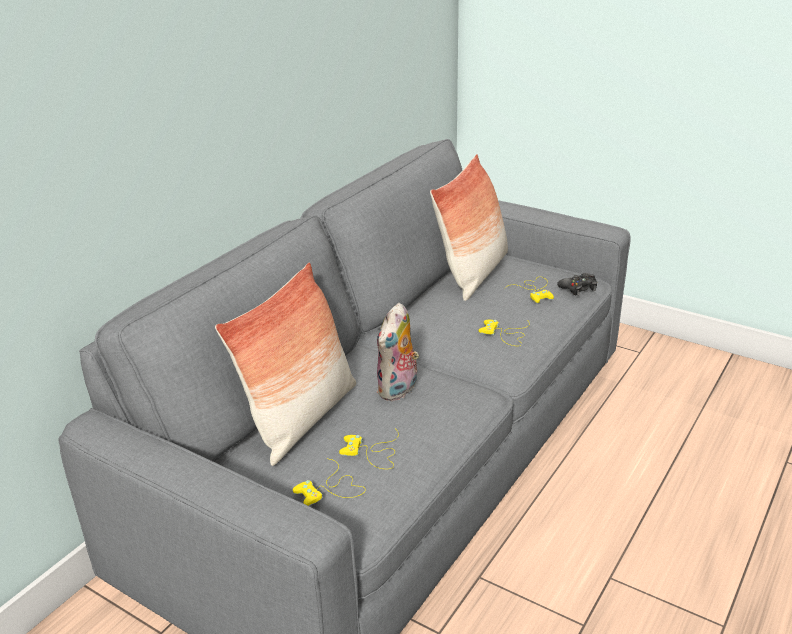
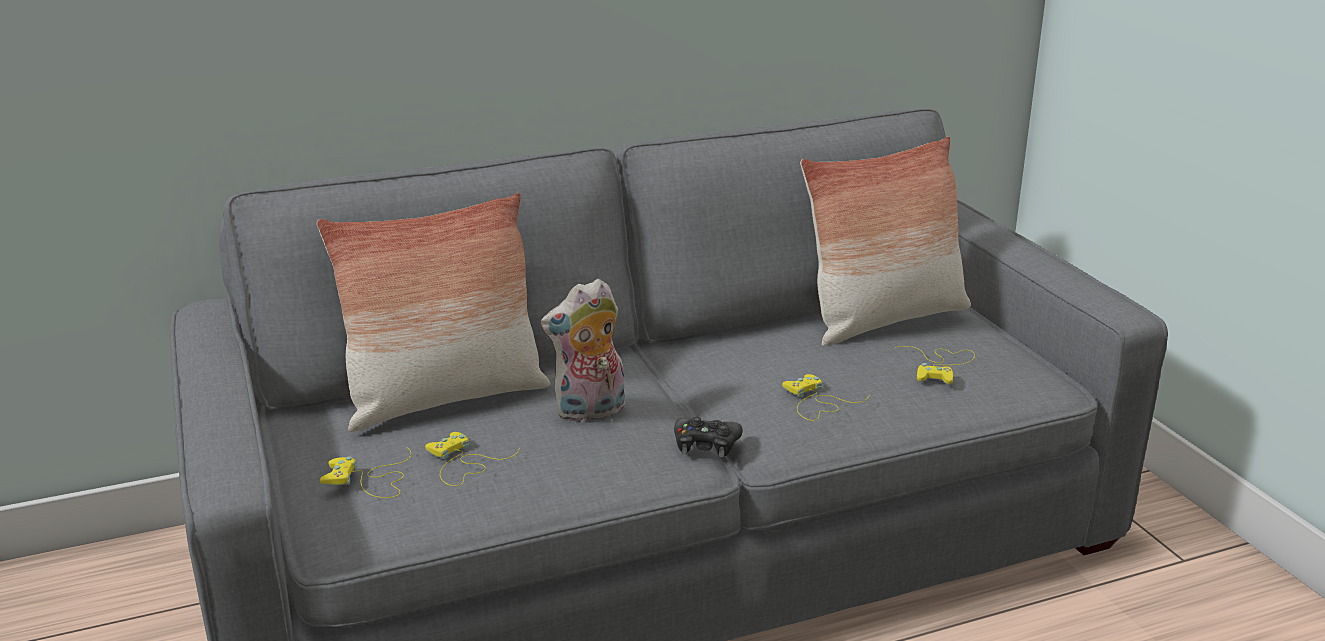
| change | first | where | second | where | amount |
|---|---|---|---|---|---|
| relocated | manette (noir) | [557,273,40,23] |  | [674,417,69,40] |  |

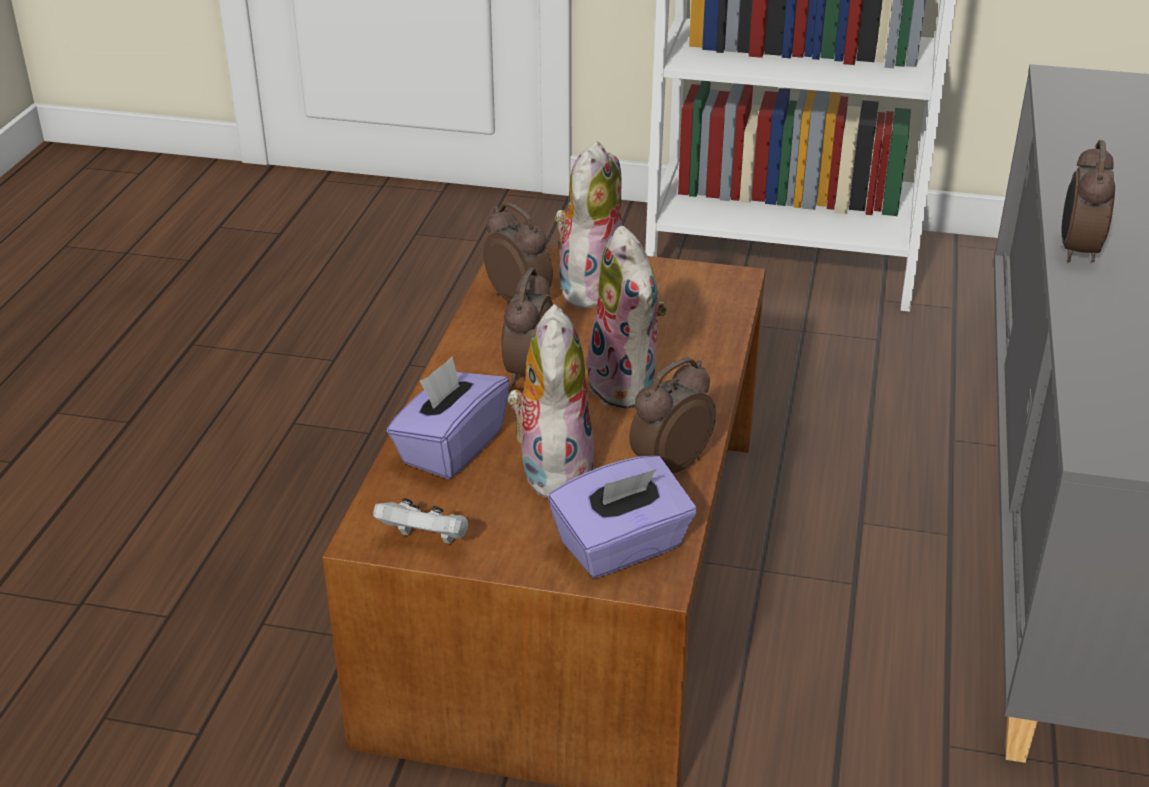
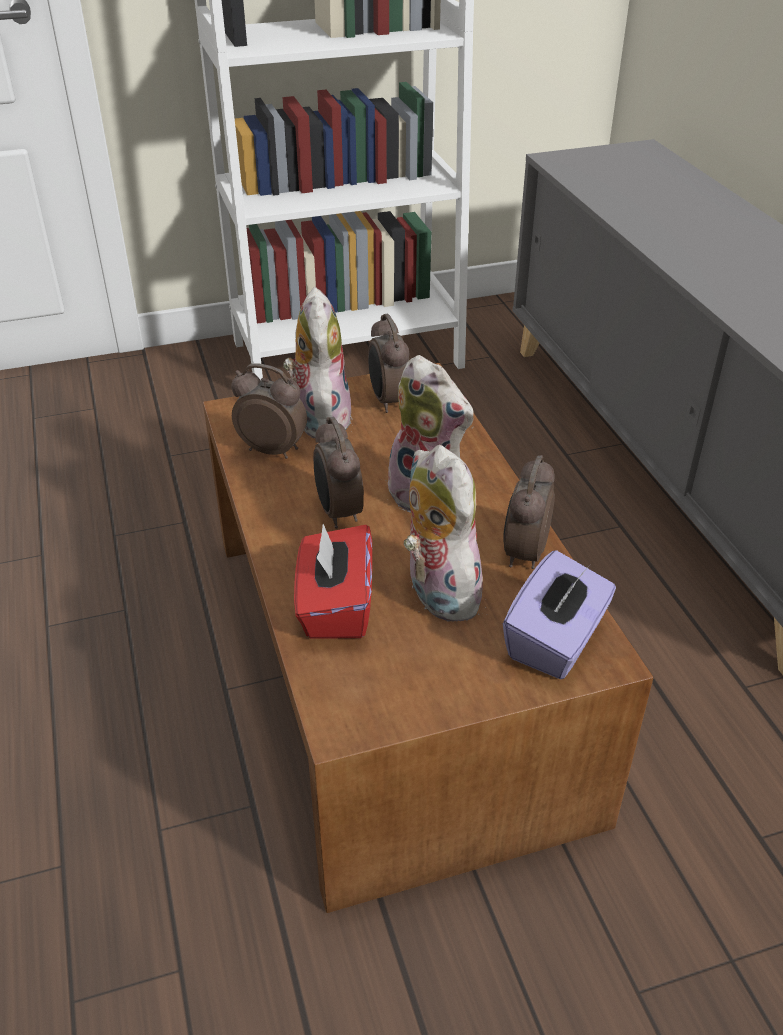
| change | first | where | second | where | amount |
|---|---|---|---|---|---|
| missing | manette (blanc) | [373,498,95,46] |  |  |  |
| relocated | réveil | [1061,140,54,123] |  | [368,313,41,100] |  |
| colour | boîte à mouchoirs (violet) | [387,357,123,122] | boîte à mouchoirs (rouge) | [294,524,78,115] |  |

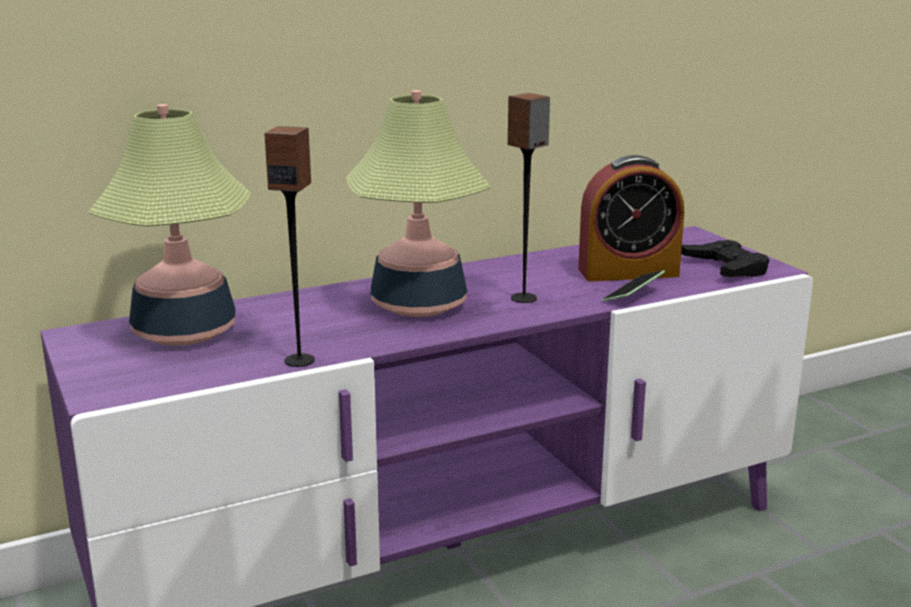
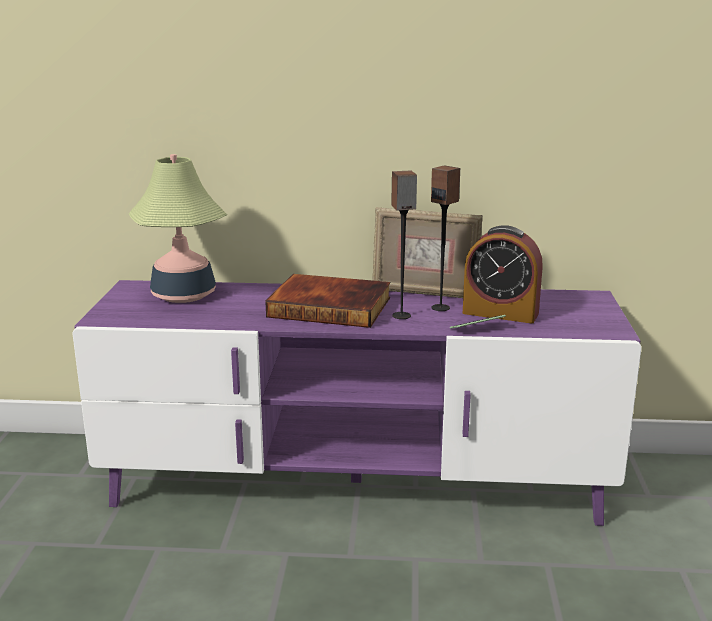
| change | first | where | second | where | amount |
|---|---|---|---|---|---|
| missing | manette (noir) | [681,240,88,37] |  |  |  |
| appeared |  |  | cadre photo | [372,207,111,91] |  |
| relocated | enceinte | [265,126,50,241] |  | [431,165,29,146] |  |
| exchanged | lampe de table | [346,90,145,227] | livre | [265,274,125,54] |  |

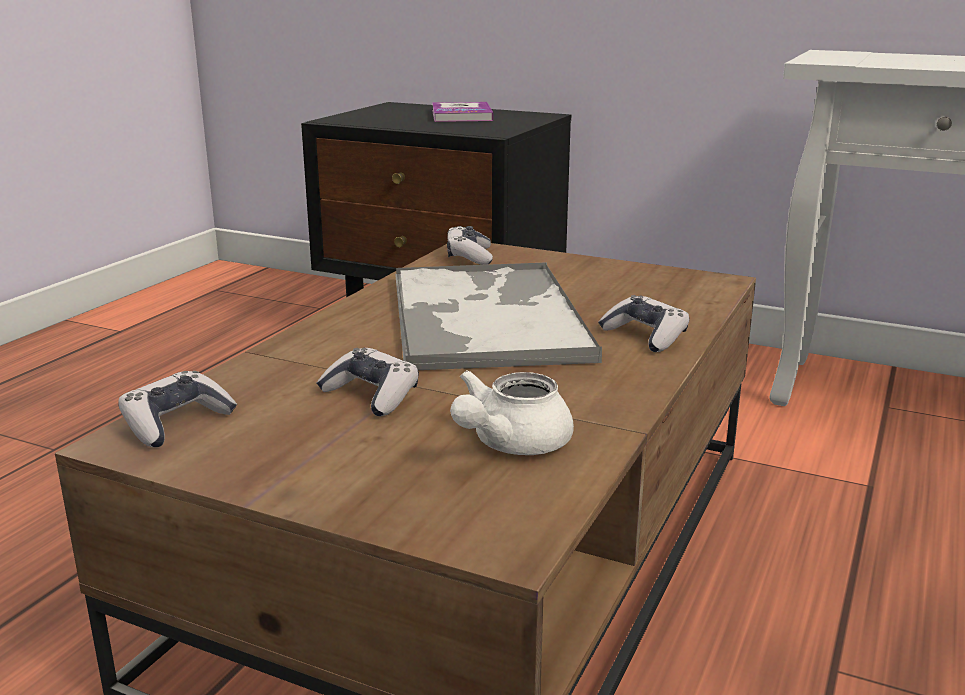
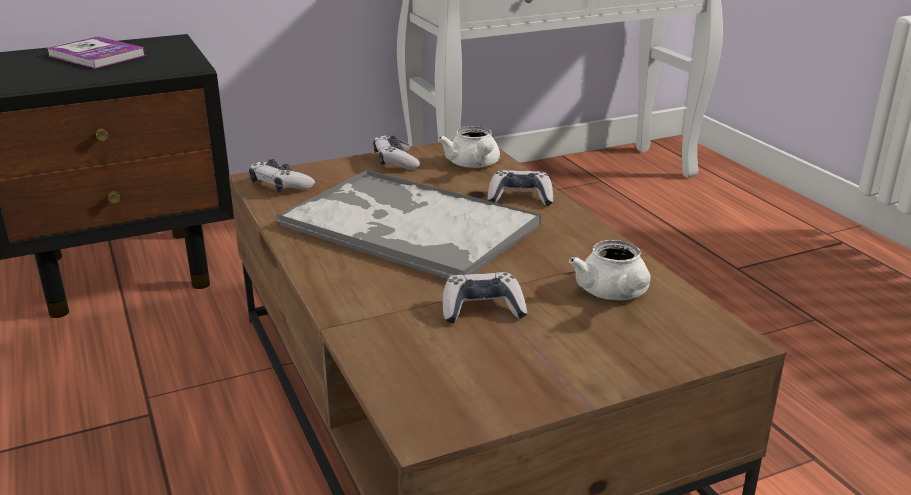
| change | first | where | second | where | amount |
|---|---|---|---|---|---|
| appeared |  |  | théière (blanc) | [438,126,62,42] |  |
| relocated | manette | [118,371,119,77] |  | [373,135,47,35] |  |

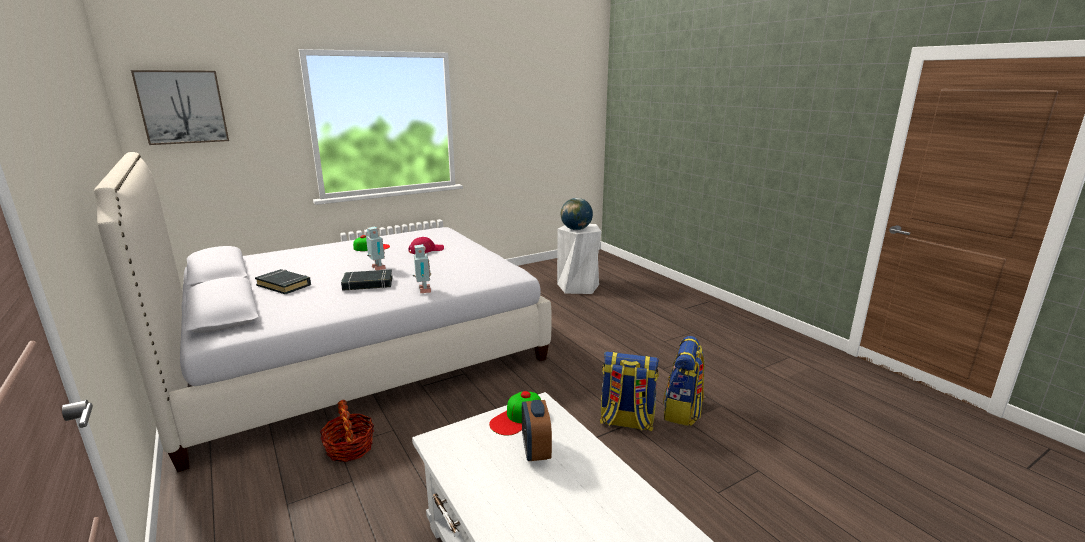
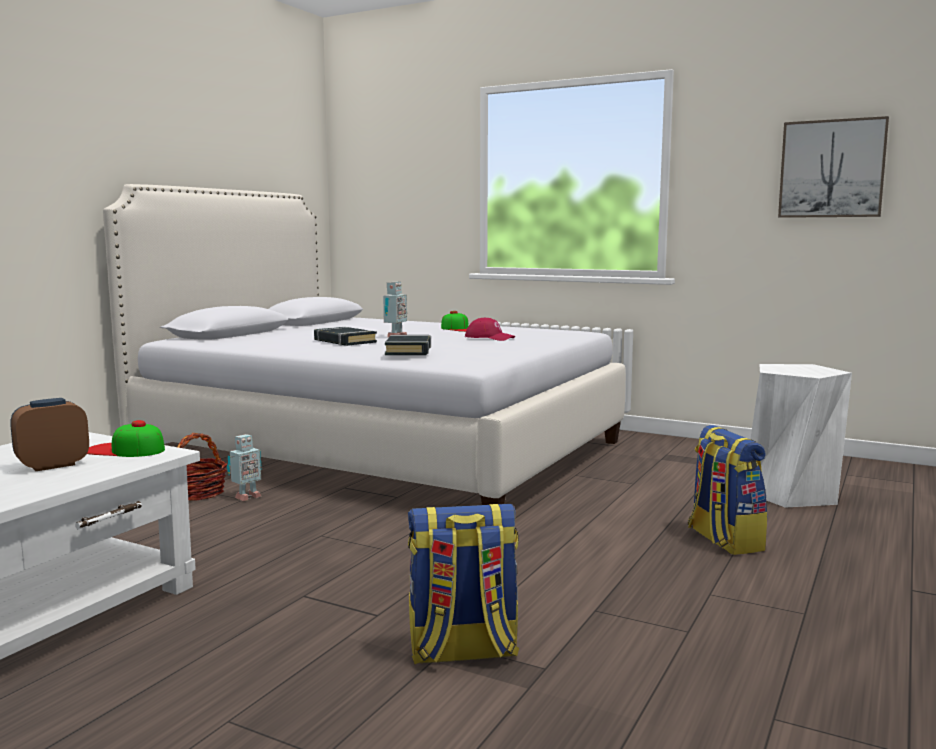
| change | first | where | second | where | amount |
|---|---|---|---|---|---|
| missing | globe | [561,198,32,32] |  |  |  |
| relocated | tableau | [131,70,98,75] |  | [778,116,111,102] |  |
| relocated | livre (noir) | [255,269,56,25] |  | [385,335,46,20] |  |
| relocated | robot jouet | [413,244,18,49] |  | [227,434,35,67] |  |
| relocated | sac à dos | [600,352,59,79] |  | [688,425,80,130] |  |

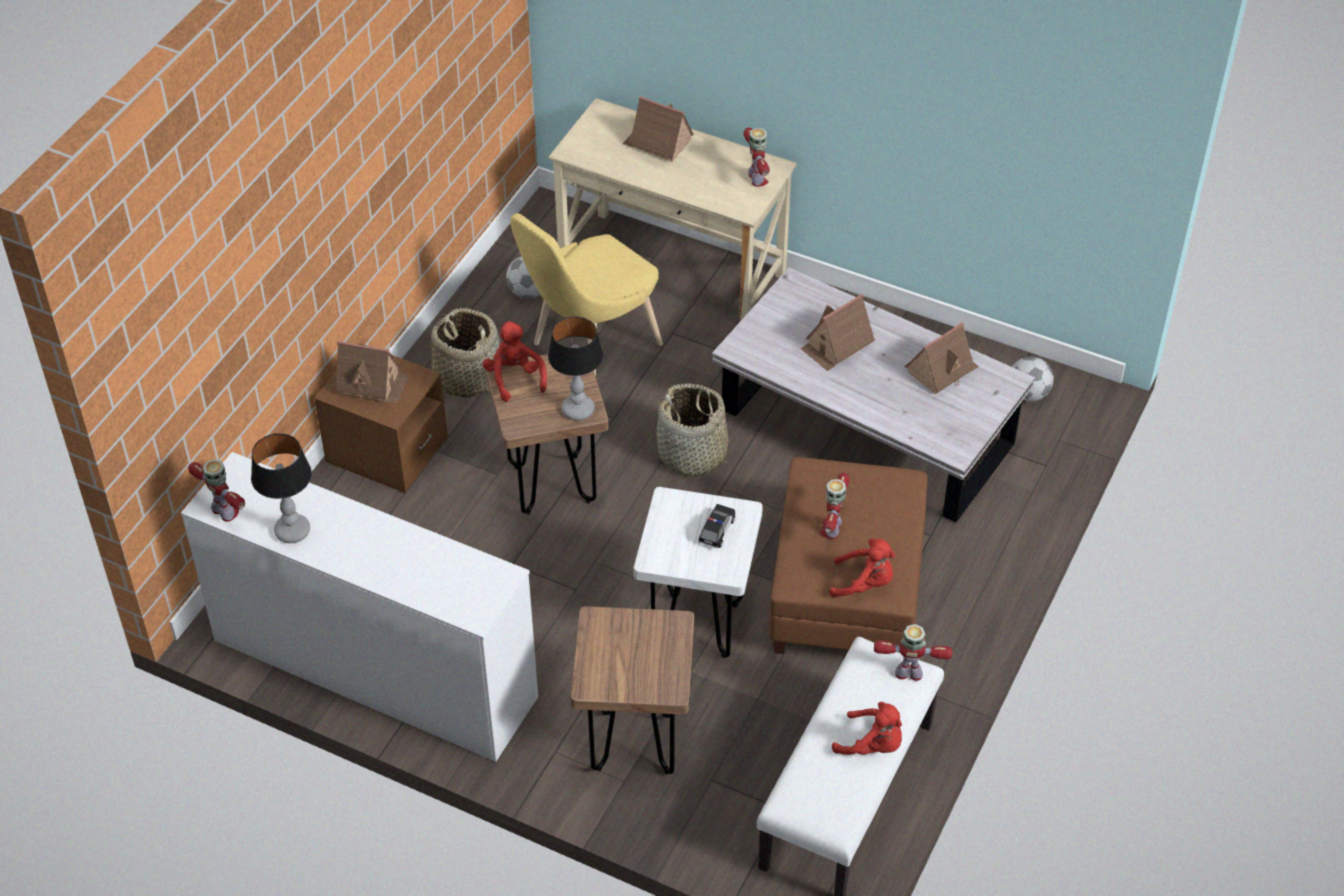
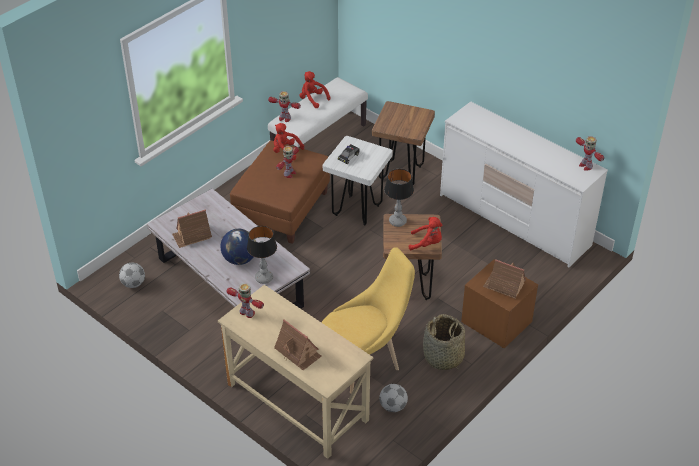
| change | first | where | second | where | amount |
|---|---|---|---|---|---|
| missing | panier | [656,383,80,94] |  |  |  |
| relocated | lampe de table | [251,433,61,110] |  | [247,226,30,58] |  |
| exchanged | maison miniature | [800,294,75,77] | globe | [220,229,36,36] |  |
| spun | peluche (rouge) | [483,321,64,81] |  | [409,217,33,33] | 75 degrees counterclockwise |
| spun | robot jouet | [743,128,27,59] |  | [226,283,38,35] | 120 degrees clockwise |

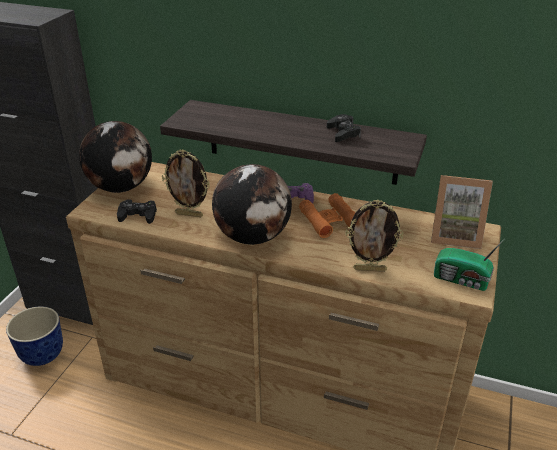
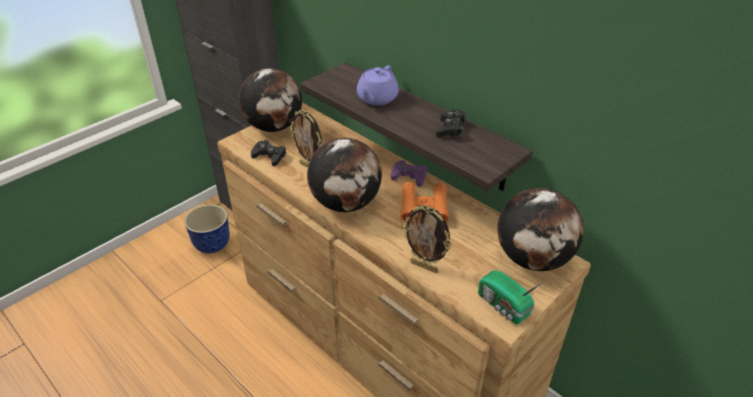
| change | first | where | second | where | amount |
|---|---|---|---|---|---|
| appeared |  |  | théière (violet) | [357,65,42,40] |  |
| exchanged | cadre photo | [431,175,62,74] | globe | [497,188,87,83] |  |

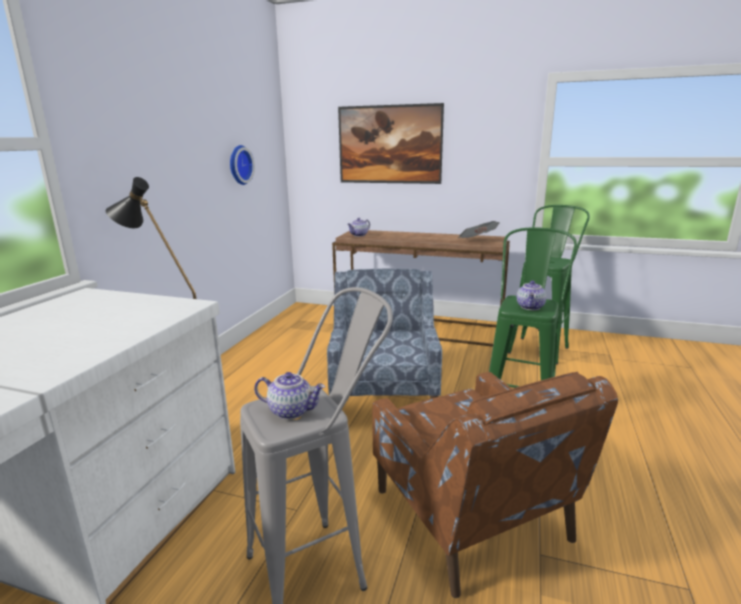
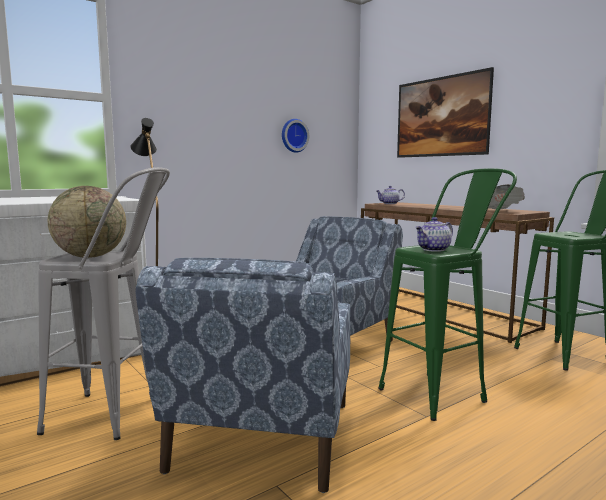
| change | first | where | second | where | amount |
|---|---|---|---|---|---|
| exchanged | théière | [254,372,71,48] | globe | [48,186,78,72] |  |
| colour | fauteuil (marron) | [372,372,246,226] | fauteuil (bleu) | [136,258,214,235] |  |

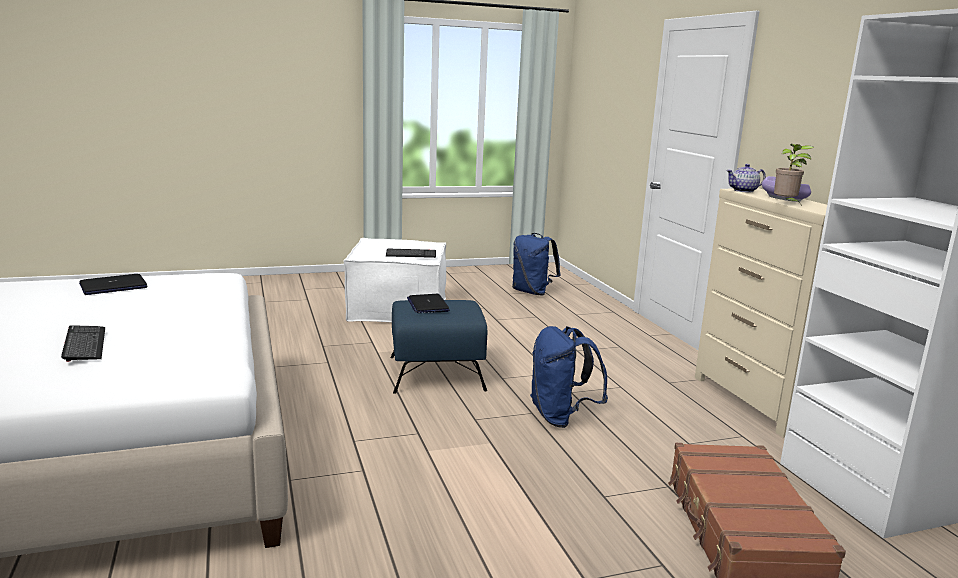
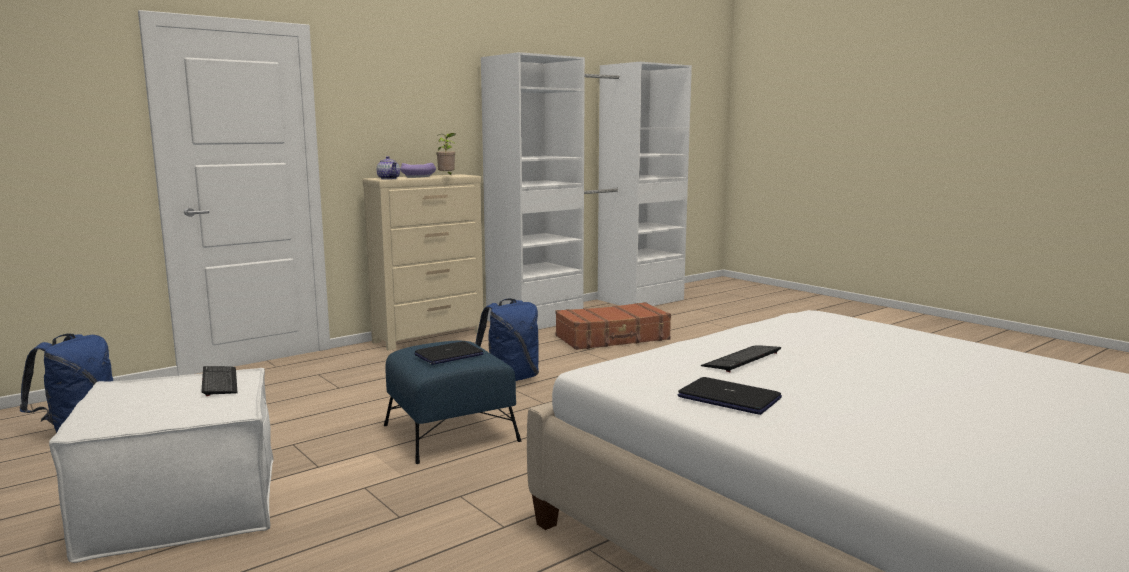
| change | first | where | second | where | amount |
|---|---|---|---|---|---|
| relocated | clavier | [61,325,44,37] |  | [701,345,80,27] |  |

